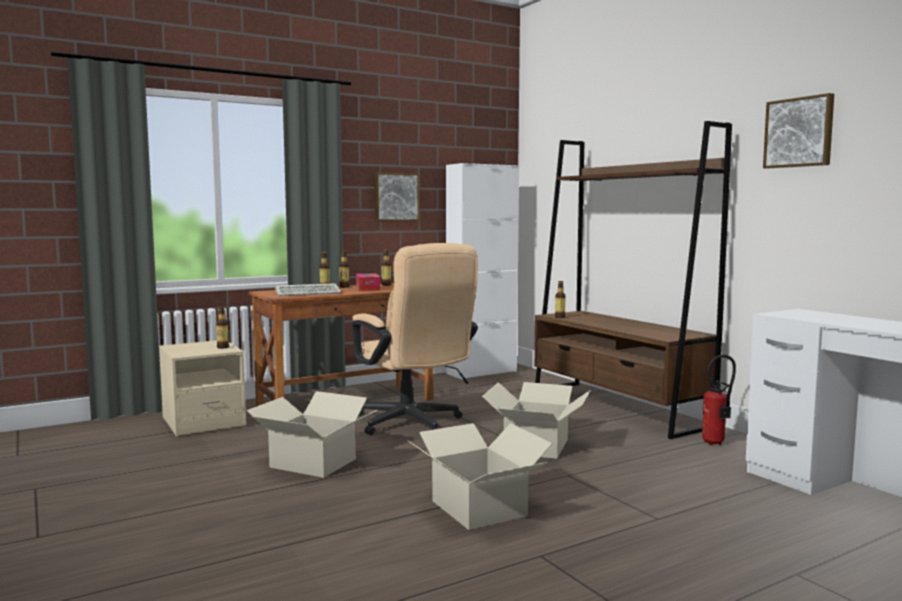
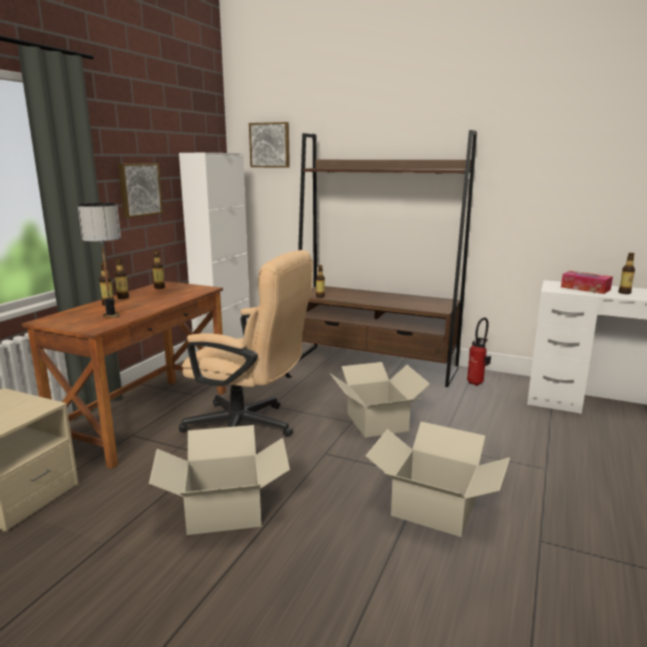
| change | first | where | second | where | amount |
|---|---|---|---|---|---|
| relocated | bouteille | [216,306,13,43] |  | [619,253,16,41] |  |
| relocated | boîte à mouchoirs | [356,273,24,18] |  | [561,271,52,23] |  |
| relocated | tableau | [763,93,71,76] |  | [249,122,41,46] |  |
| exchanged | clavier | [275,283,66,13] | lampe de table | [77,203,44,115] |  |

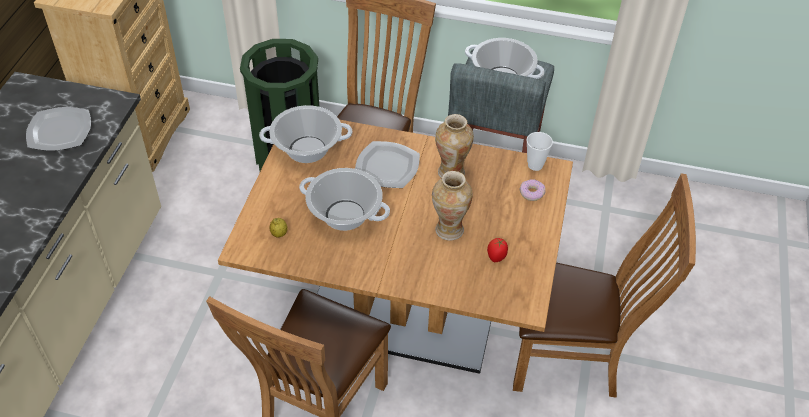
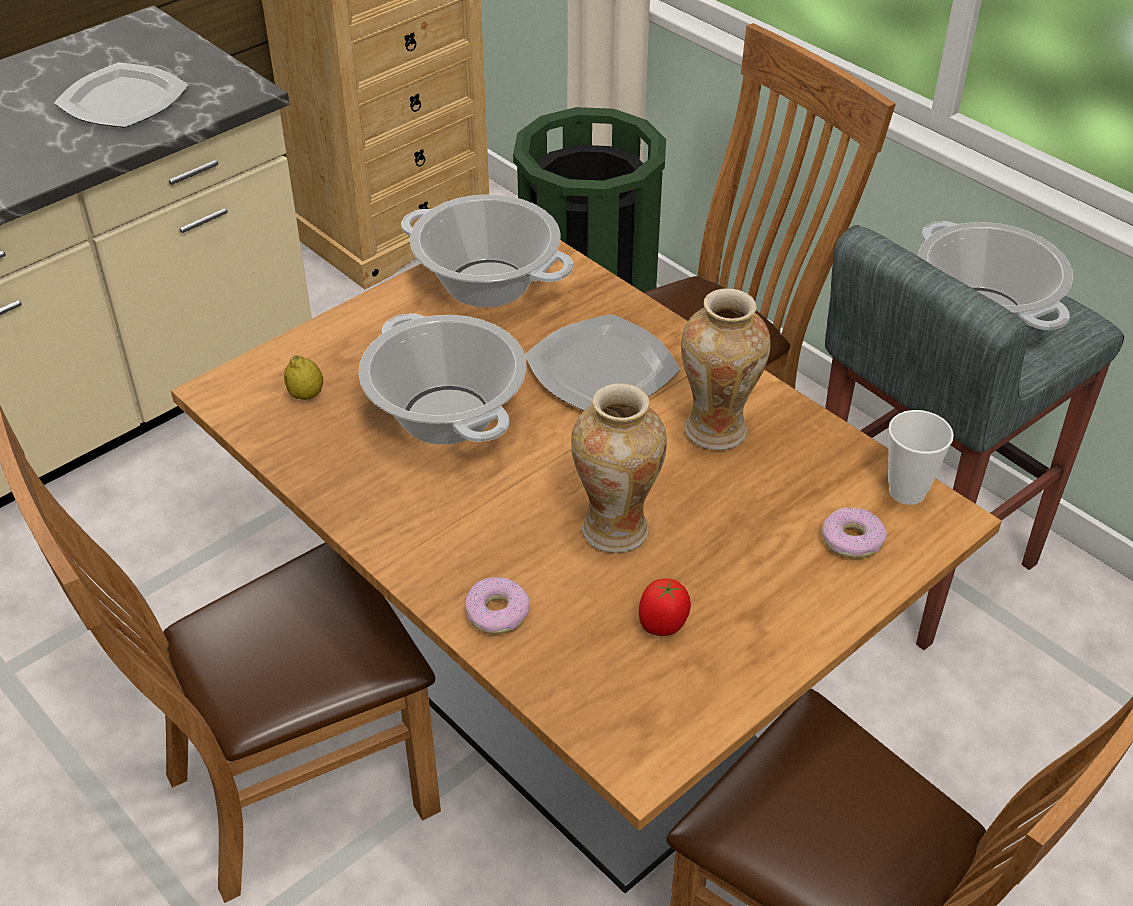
| change | first | where | second | where | amount |
|---|---|---|---|---|---|
| appeared |  |  | beignet | [465,577,65,57] |  |

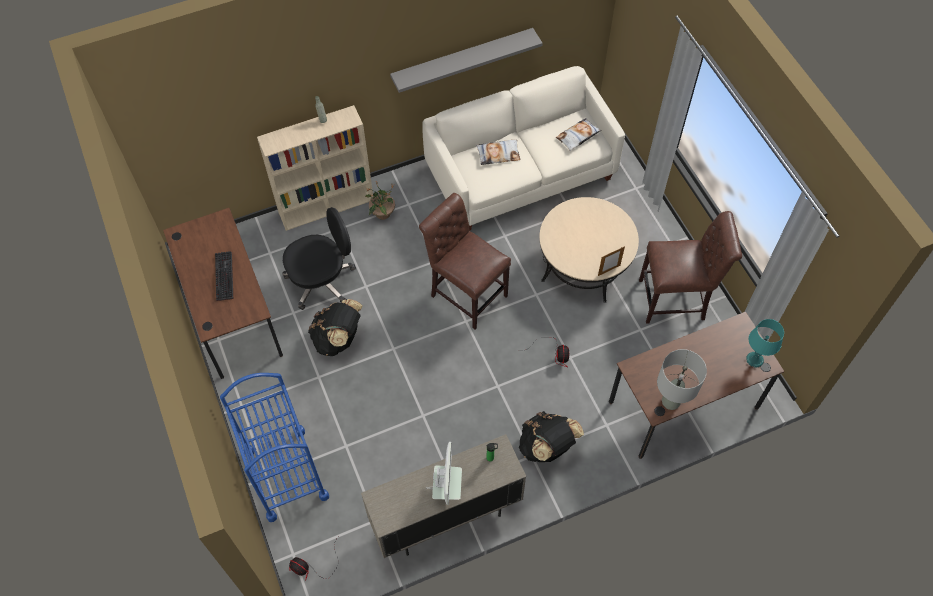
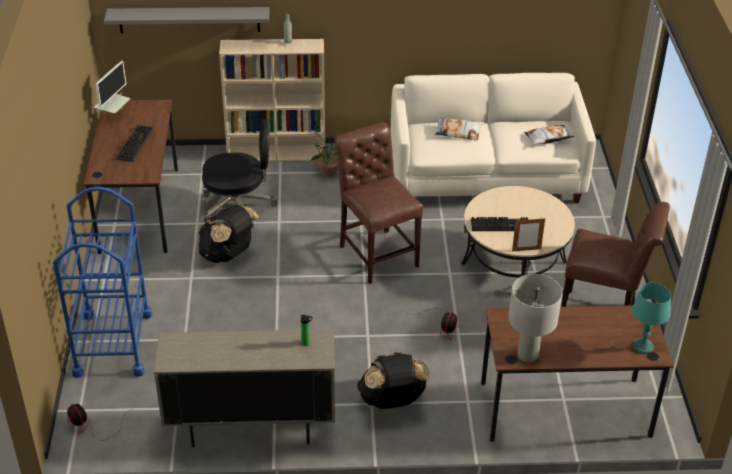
| change | first | where | second | where | amount |
|---|---|---|---|---|---|
| appeared |  |  | clavier | [471,217,58,14] |  |
| relocated | étagère (gris) | [390,28,153,65] |  | [104,7,166,26] |  |
| relocated | écran d'ordinateur | [426,442,36,63] |  | [94,61,36,53] |  |

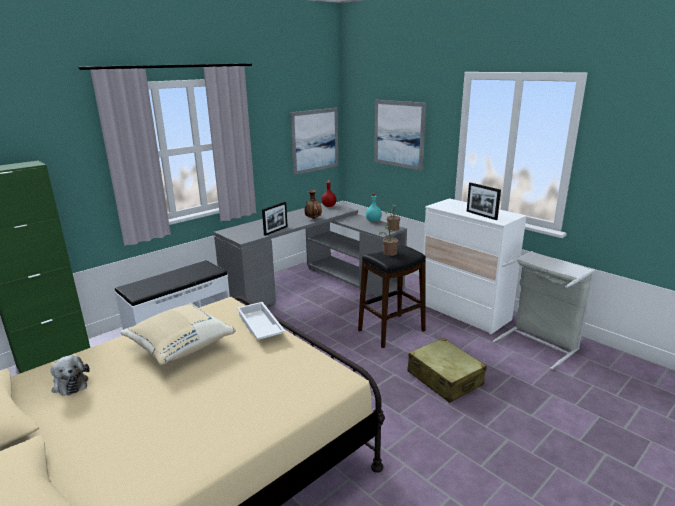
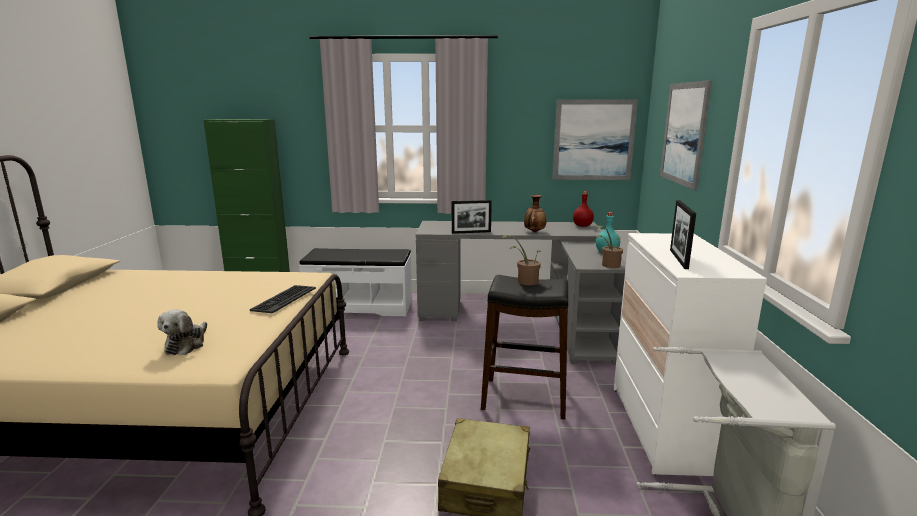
| change | first | where | second | where | amount |
|---|---|---|---|---|---|
| missing | coussin (beige) | [120,302,116,63] |  |  |  |
| relocated | peluche | [50,355,40,41] |  | [158,310,49,45] |  |
| exchanged | plateau (blanc) | [237,302,48,38] | clavier | [250,285,66,28] |  |

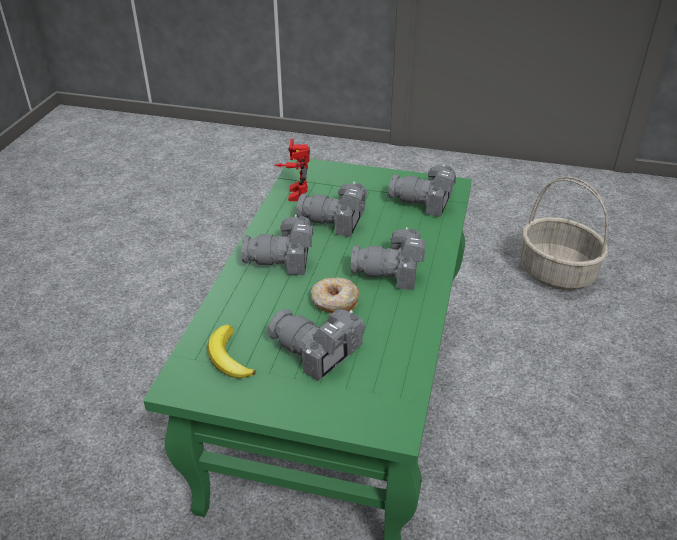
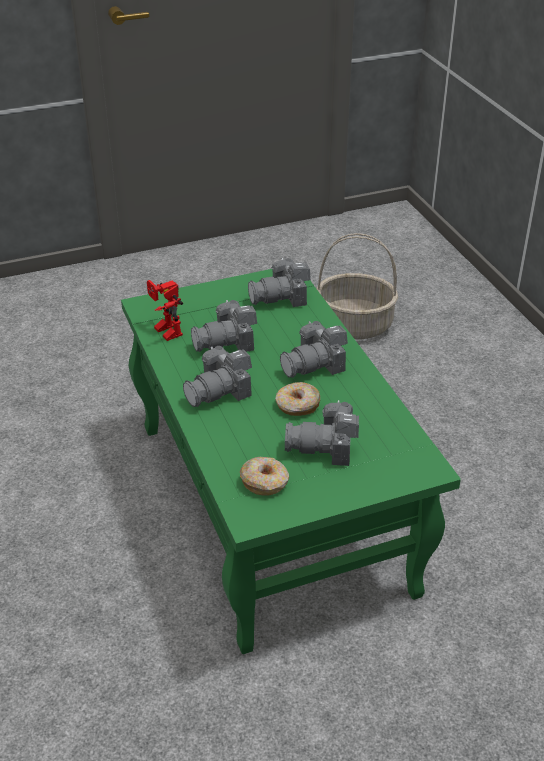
| change | first | where | second | where | amount |
|---|---|---|---|---|---|
| exchanged | banane | [208,325,48,54] | beignet | [240,457,49,39] |  |

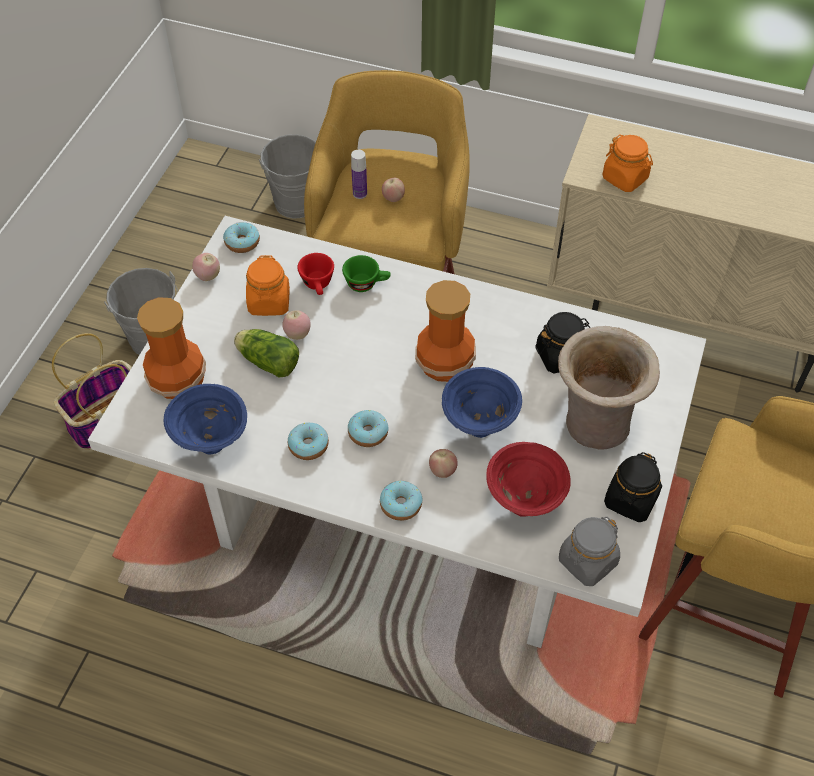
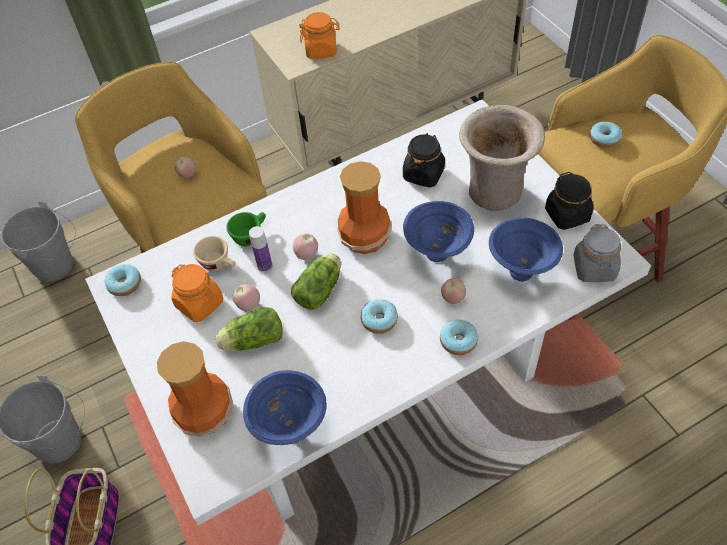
| change | first | where | second | where | amount |
|---|---|---|---|---|---|
| appeared |  |  | laitue | [291,253,50,57] |  |
| relocated | pomme | [192,253,28,28] |  | [293,234,25,26] |  |
| relocated | beignet | [288,423,41,37] |  | [590,121,32,27] |  |
| relocated | bouteille | [351,150,16,49] |  | [249,226,23,46] |  |
| colour | tasse (rouge) | [297,253,37,42] | tasse (beige) | [193,236,43,35] |  |
| colour | bol (rouge) | [486,442,85,74] | bol (bleu) | [489,218,74,64] |  |

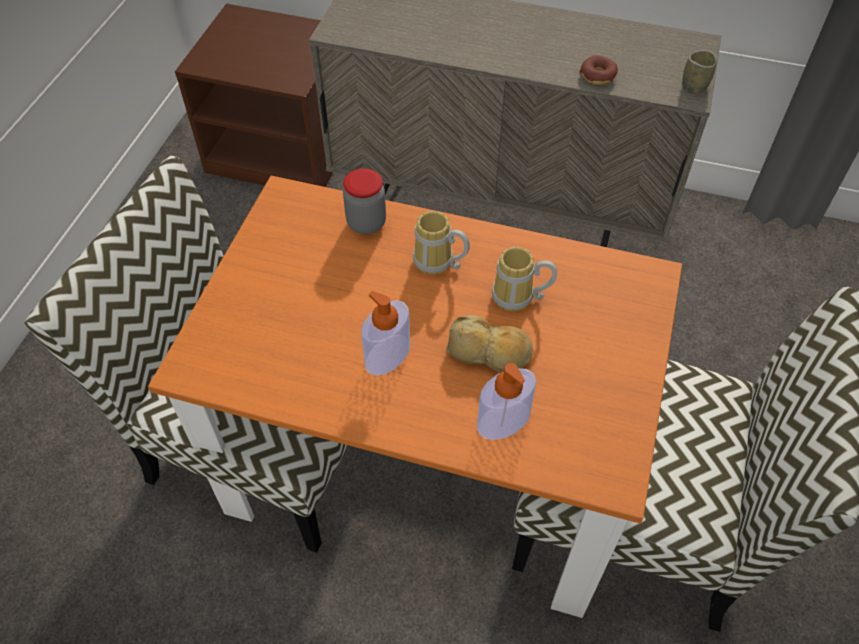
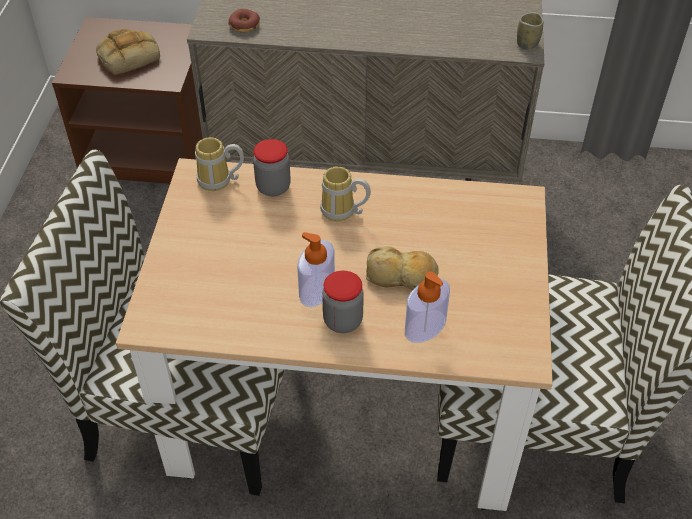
| change | first | where | second | where | amount |
|---|---|---|---|---|---|
| appeared |  |  | pain | [96,29,64,46] |  |
| appeared |  |  | bocal | [322,270,42,63] |  |
| relocated | mug | [492,247,65,64] |  | [195,137,49,54] |  |
| relocated | beignet | [579,55,39,30] |  | [228,9,32,24] |  |
| colour | table à manger (orange) | [148,176,534,442] | table à manger (beige) | [116,158,437,353] |  |

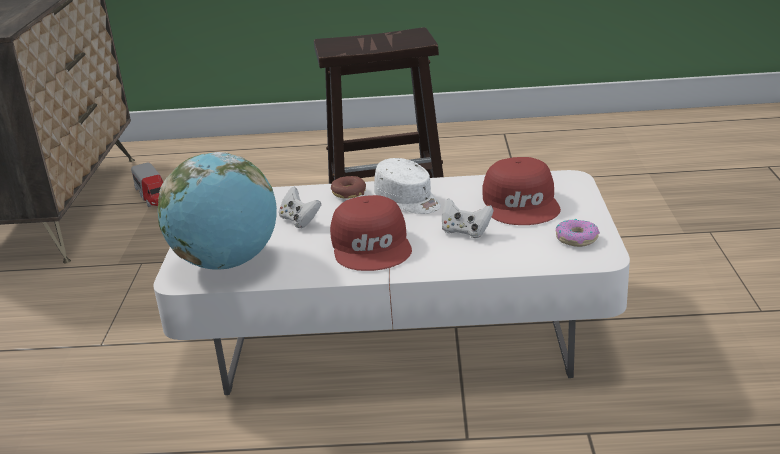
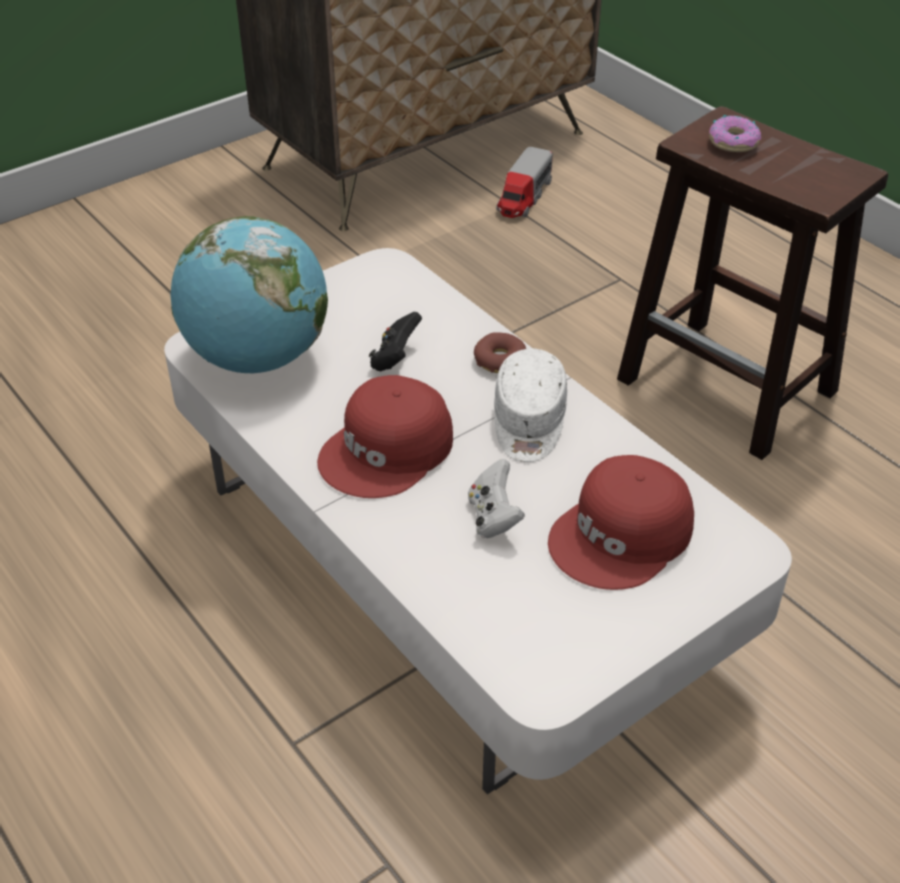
| change | first | where | second | where | amount |
|---|---|---|---|---|---|
| relocated | beignet | [556,219,44,28] |  | [709,115,52,37] |  |
| colour | manette (blanc) | [279,186,42,42] | manette (noir) | [369,312,53,59] |  |

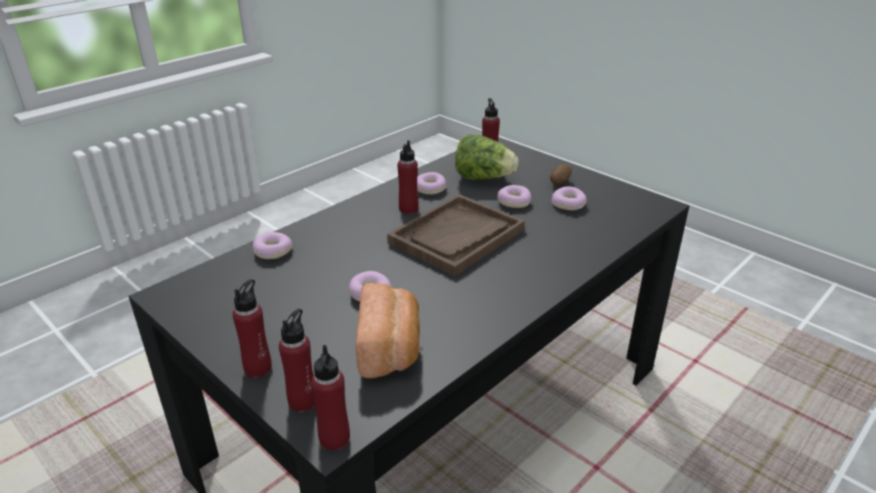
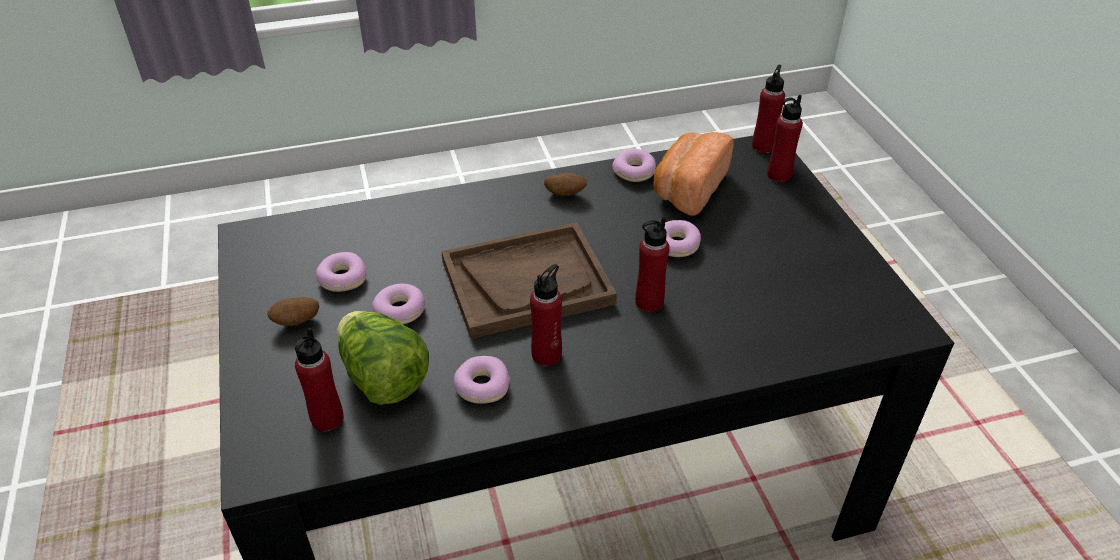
| change | first | where | second | where | amount |
|---|---|---|---|---|---|
| appeared |  |  | pomme de terre | [544,173,43,23] |  |
| relocated | bouteille (rouge) | [233,279,39,99] |  | [635,217,35,95] |  |
| relocated | beignet | [253,232,39,27] |  | [612,149,44,33] |  |

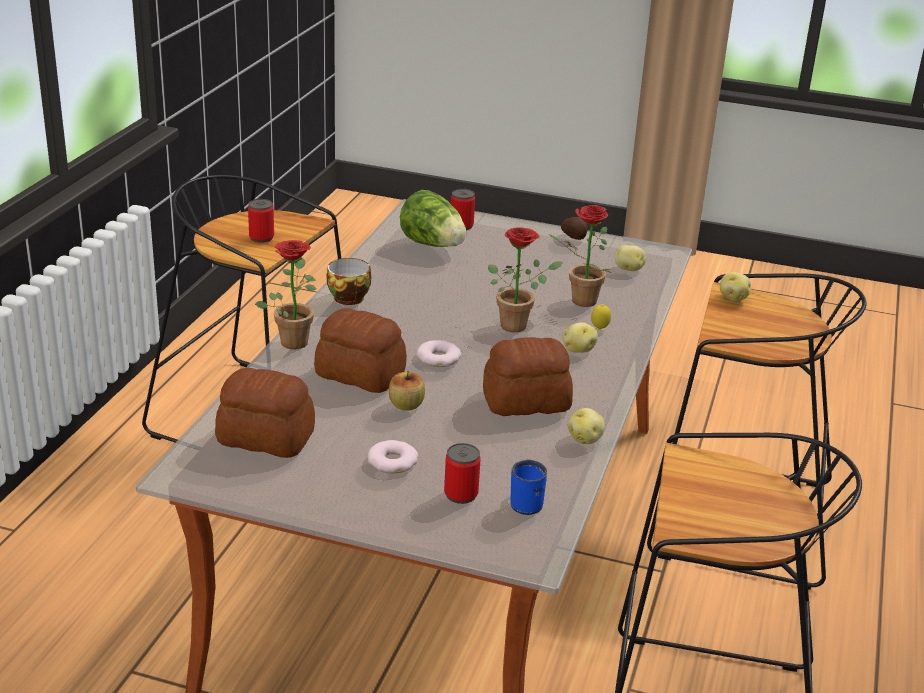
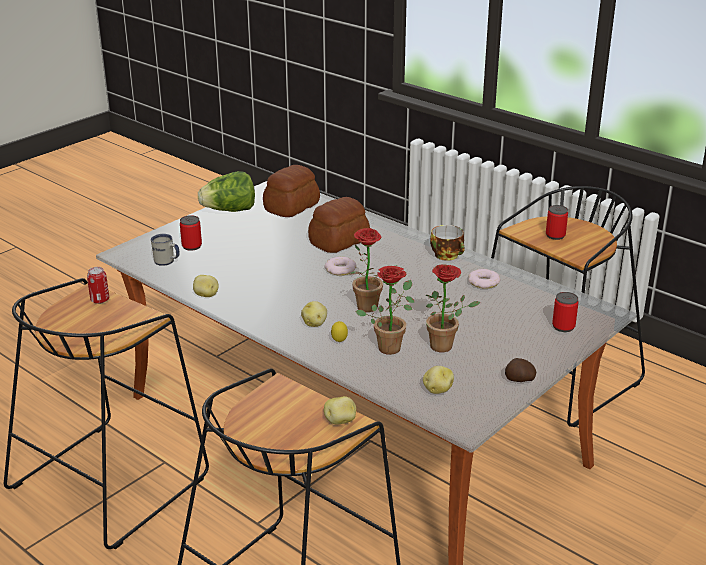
| change | first | where | second | where | amount |
|---|---|---|---|---|---|
| missing | pomme | [389,371,36,40] |  |  |  |
| missing | pain | [483,337,90,79] |  |  |  |
| appeared |  |  | boîte métallique | [87,267,22,37] |  |
| relocated | plante en pot | [255,240,61,109] |  | [426,264,54,88] |  |
| relocated | beignet | [367,440,51,34] |  | [468,269,33,20] |  |
| relocated | laitue | [400,190,66,57] |  | [198,171,57,41] |  |
| colour | mug (bleu) | [510,459,37,56] | mug (blanc) | [151,234,29,32] |  |

